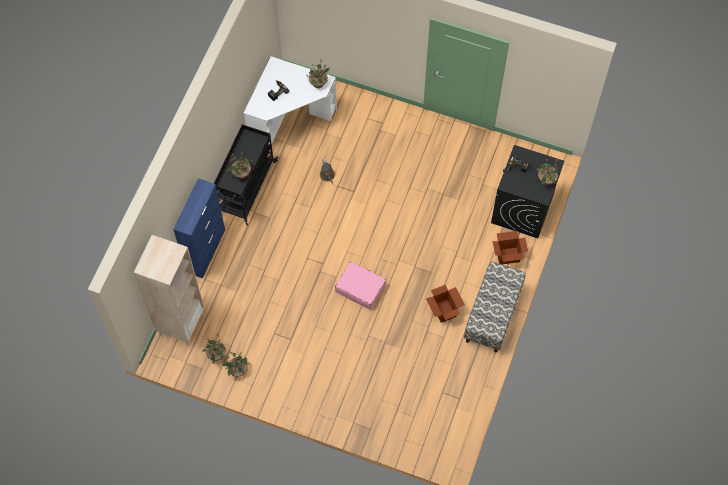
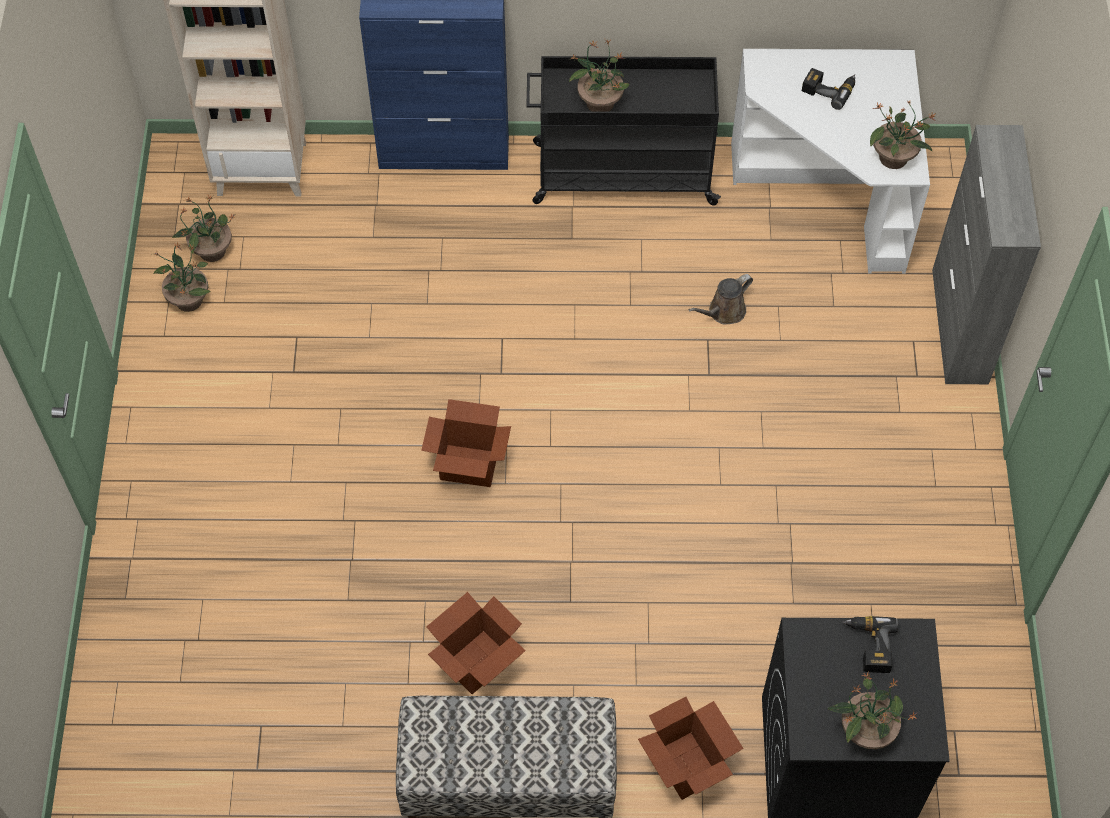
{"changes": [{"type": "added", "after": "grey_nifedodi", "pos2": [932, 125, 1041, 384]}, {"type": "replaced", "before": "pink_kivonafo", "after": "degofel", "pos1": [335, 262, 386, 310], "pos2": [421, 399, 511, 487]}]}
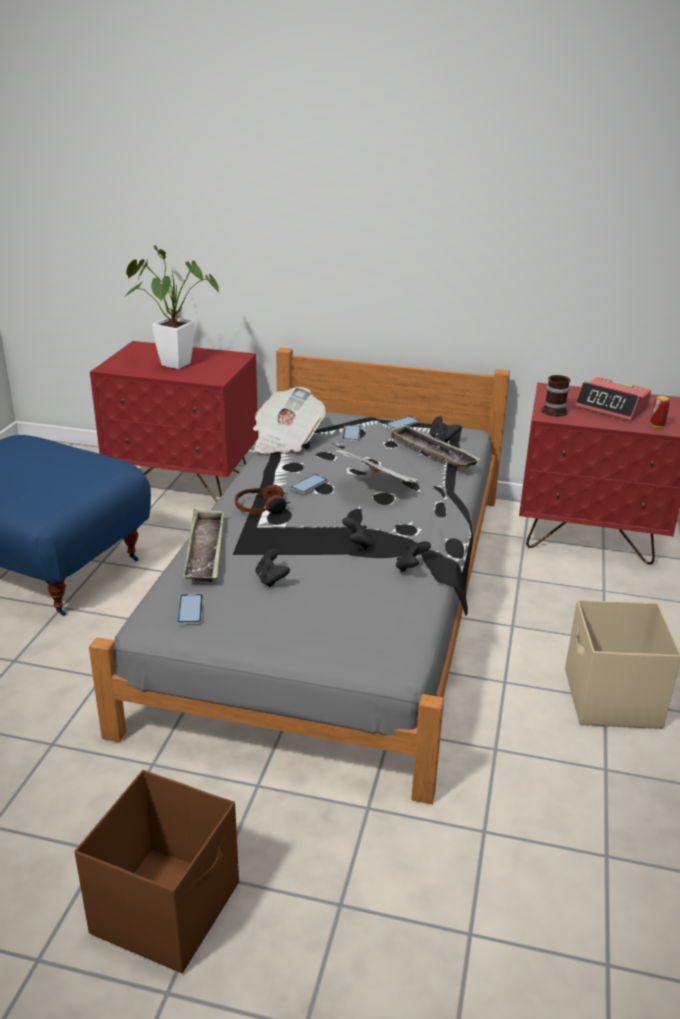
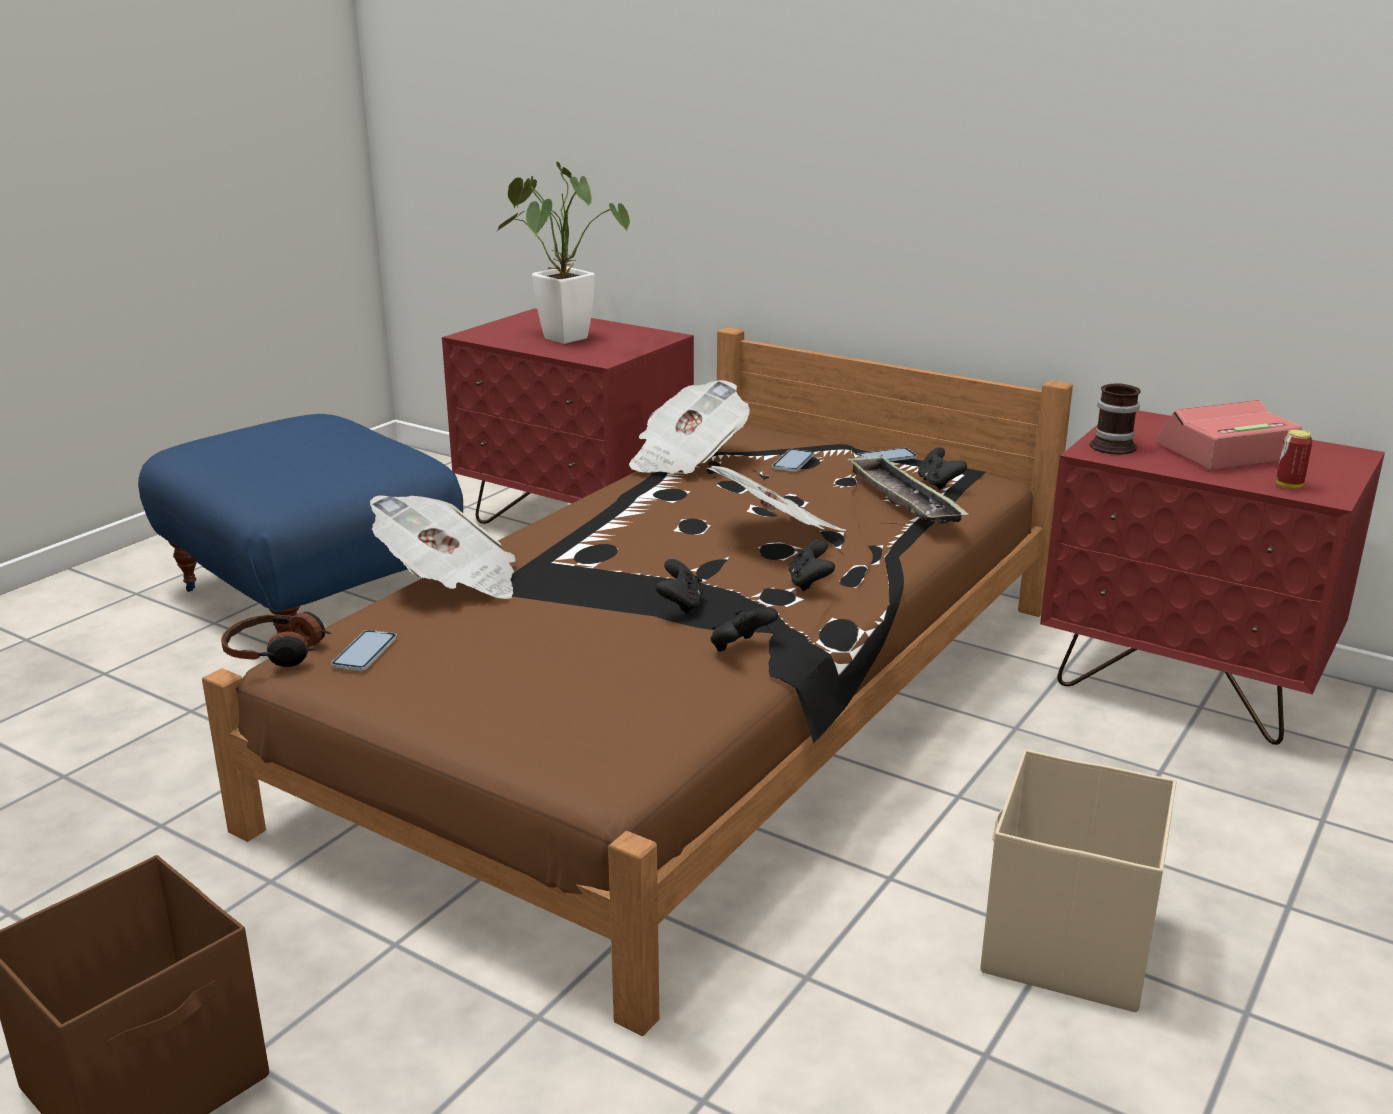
{"changes": [{"type": "removed", "before": "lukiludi", "pos1": [290, 474, 328, 494]}, {"type": "moved", "before": "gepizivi", "pos1": [235, 484, 291, 514], "pos2": [221, 612, 331, 667]}, {"type": "moved", "before": "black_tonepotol", "pos1": [256, 549, 290, 588], "pos2": [789, 539, 835, 591]}, {"type": "replaced", "before": "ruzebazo", "after": "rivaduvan", "pos1": [183, 509, 224, 582], "pos2": [370, 495, 516, 599]}, {"type": "recoloured", "before": "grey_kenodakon", "after": "brown_kenodakon", "pos1": [89, 347, 510, 804], "pos2": [202, 327, 1073, 1036]}, {"type": "turned", "before": "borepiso", "pos1": [575, 377, 651, 421], "pos2": [1156, 400, 1302, 470], "turn": 105}]}
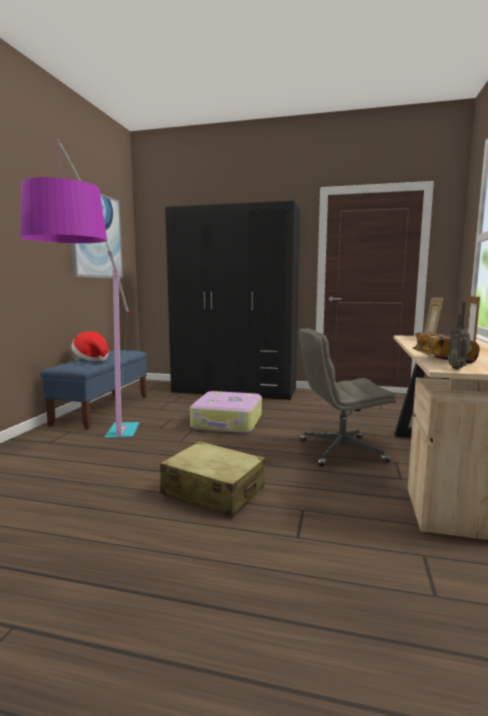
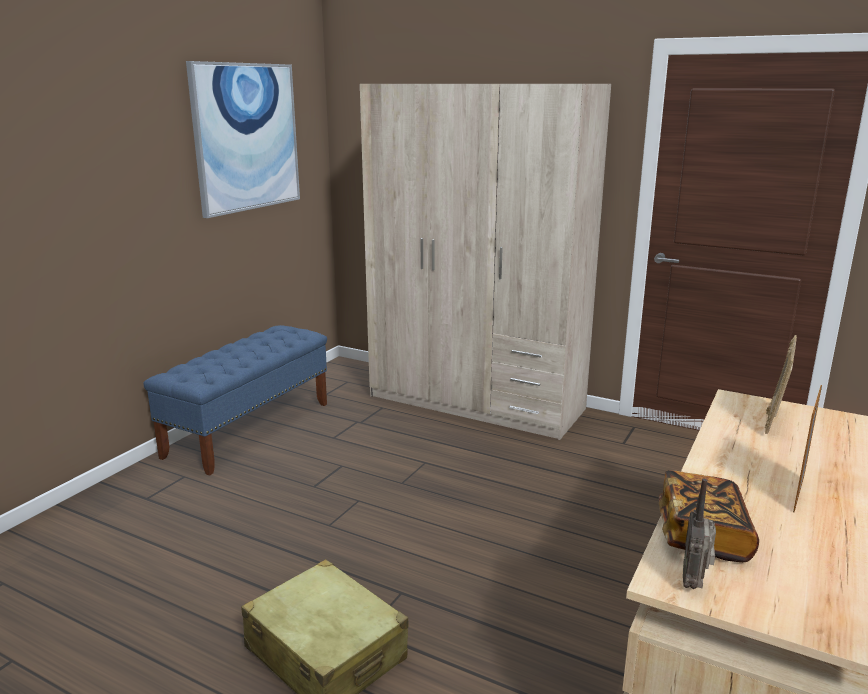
{"changes": [{"type": "removed", "before": "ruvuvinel", "pos1": [20, 139, 140, 438]}, {"type": "removed", "before": "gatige", "pos1": [71, 332, 109, 361]}, {"type": "removed", "before": "kivonafo", "pos1": [190, 391, 262, 433]}, {"type": "removed", "before": "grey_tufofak", "pos1": [299, 328, 396, 467]}, {"type": "recoloured", "before": "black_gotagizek", "after": "beige_gotagizek", "pos1": [165, 201, 300, 400], "pos2": [360, 84, 611, 440]}]}
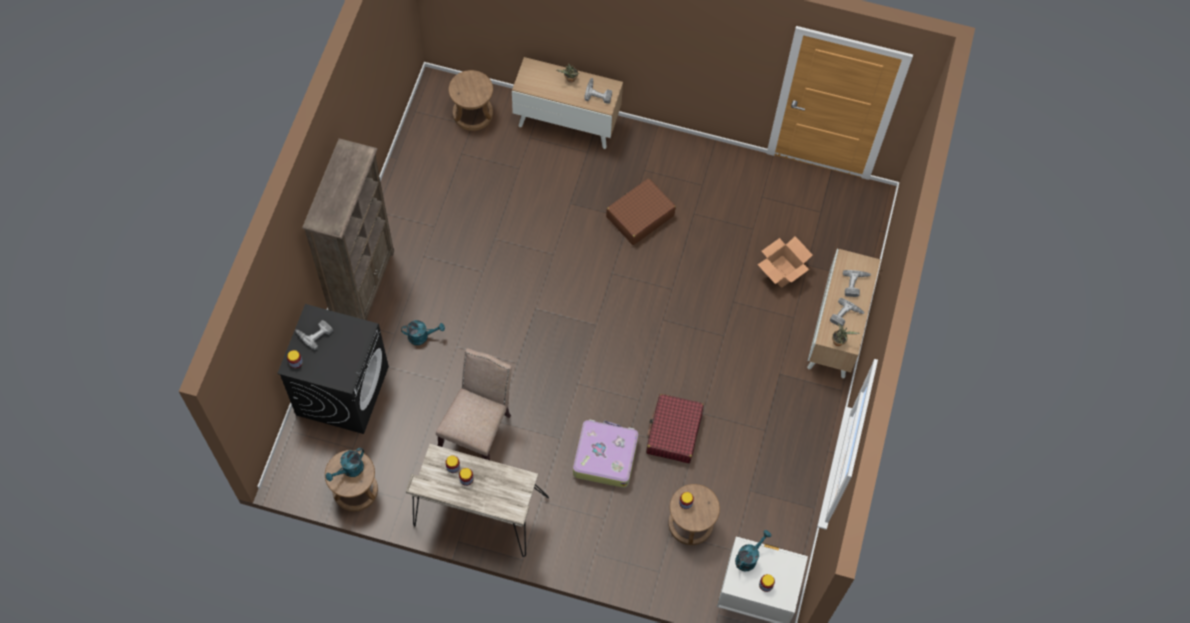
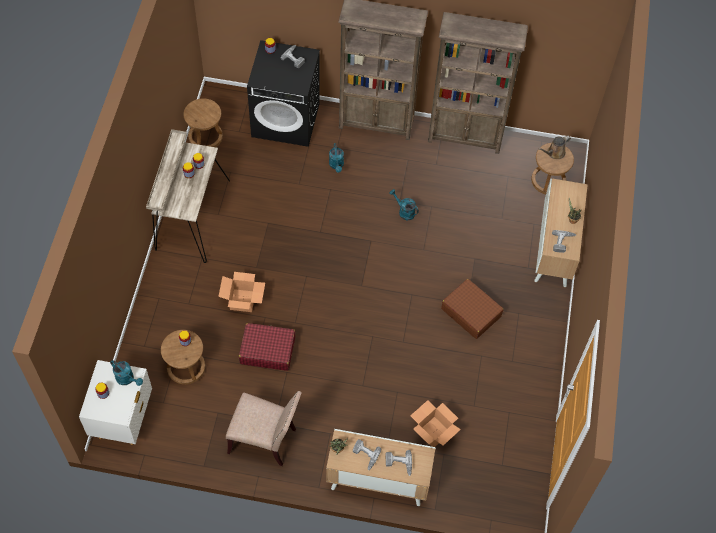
{"changes": [{"type": "added", "after": "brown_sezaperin", "pos2": [428, 12, 528, 154]}, {"type": "added", "after": "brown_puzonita", "pos2": [539, 136, 571, 159]}, {"type": "moved", "before": "turquoise_puzonita", "pos1": [326, 448, 364, 481], "pos2": [389, 189, 419, 220]}, {"type": "moved", "before": "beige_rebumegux", "pos1": [436, 348, 512, 460], "pos2": [226, 391, 302, 466]}, {"type": "replaced", "before": "kivonafo", "after": "degofel", "pos1": [573, 419, 639, 488], "pos2": [218, 272, 265, 312]}]}
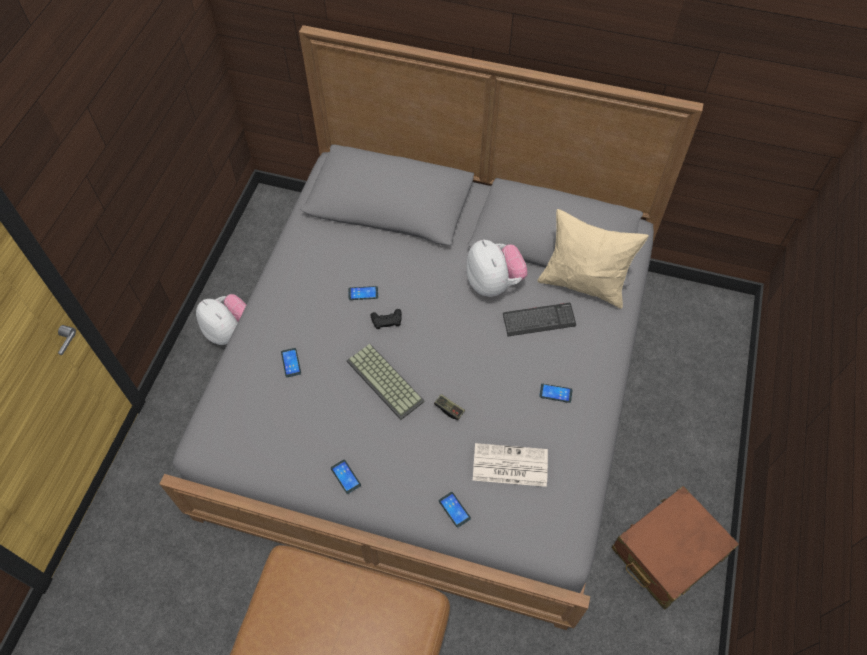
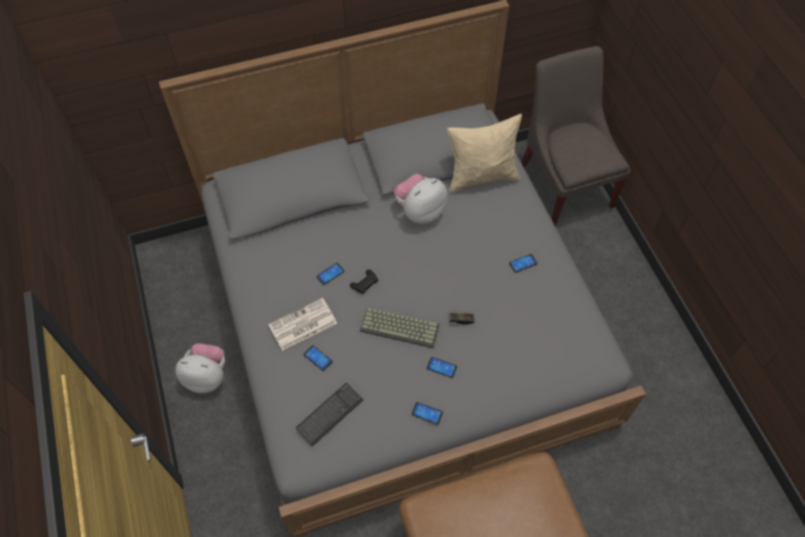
{"changes": [{"type": "removed", "before": "brown_kivonafo", "pos1": [612, 486, 739, 609]}, {"type": "added", "after": "grey_rebumegux", "pos2": [521, 46, 631, 226]}, {"type": "moved", "before": "lukiludi", "pos1": [439, 492, 471, 528], "pos2": [427, 357, 457, 378]}, {"type": "moved", "before": "rivaduvan", "pos1": [473, 443, 548, 487], "pos2": [268, 298, 337, 351]}, {"type": "moved", "before": "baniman", "pos1": [503, 303, 576, 336], "pos2": [296, 383, 363, 447]}, {"type": "turned", "before": "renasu", "pos1": [467, 239, 527, 297], "pos2": [394, 174, 448, 224], "turn": -75}]}
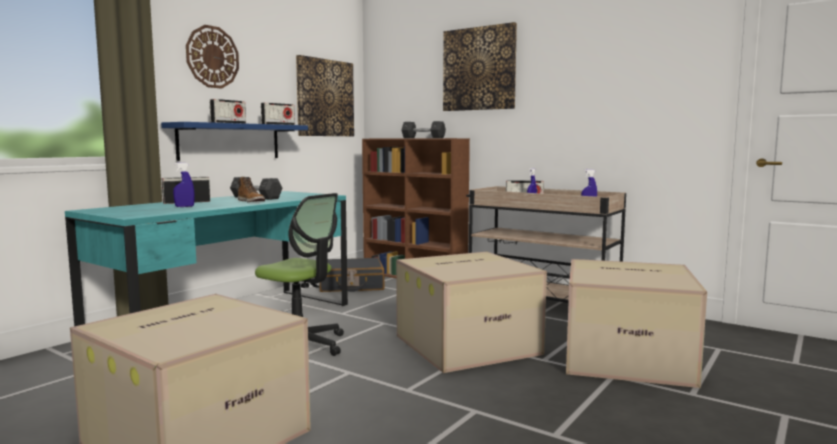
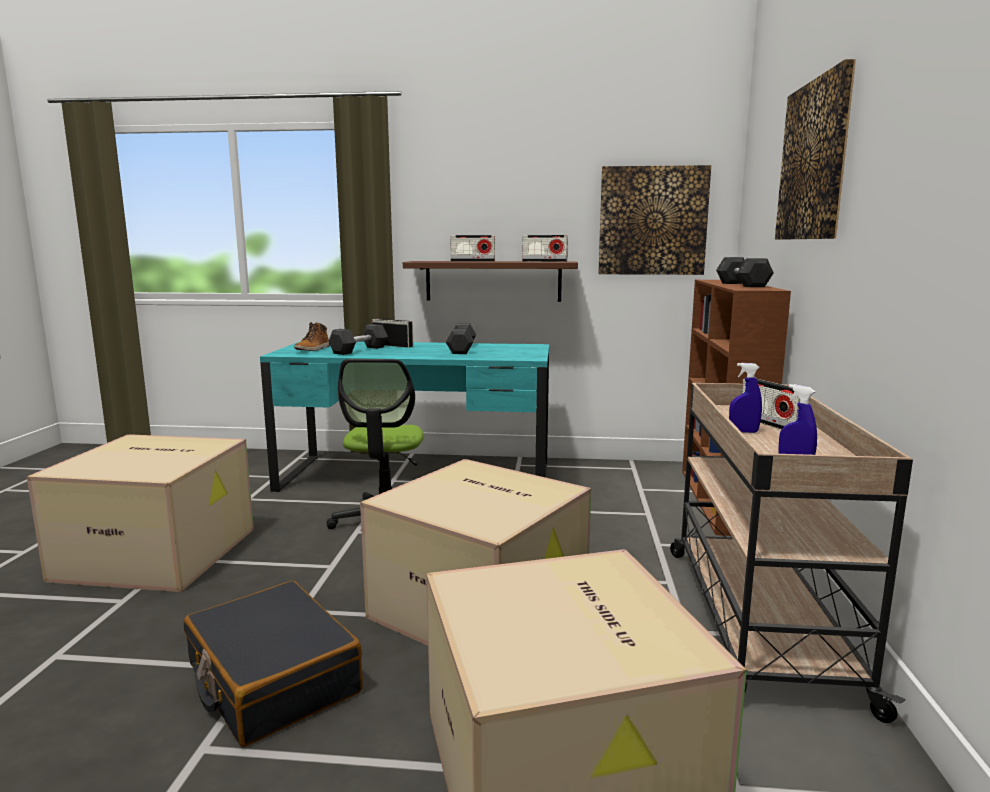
{"changes": [{"type": "removed", "before": "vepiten", "pos1": [186, 25, 239, 89]}, {"type": "moved", "before": "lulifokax", "pos1": [238, 177, 265, 202], "pos2": [294, 322, 330, 351]}, {"type": "moved", "before": "black_kivonafo", "pos1": [319, 258, 384, 292], "pos2": [184, 581, 363, 747]}, {"type": "replaced", "before": "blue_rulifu", "after": "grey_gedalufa", "pos1": [173, 163, 195, 207], "pos2": [328, 324, 388, 355]}, {"type": "recoloured", "before": "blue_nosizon", "after": "brown_nosizon", "pos1": [161, 122, 308, 161], "pos2": [403, 261, 578, 302]}]}
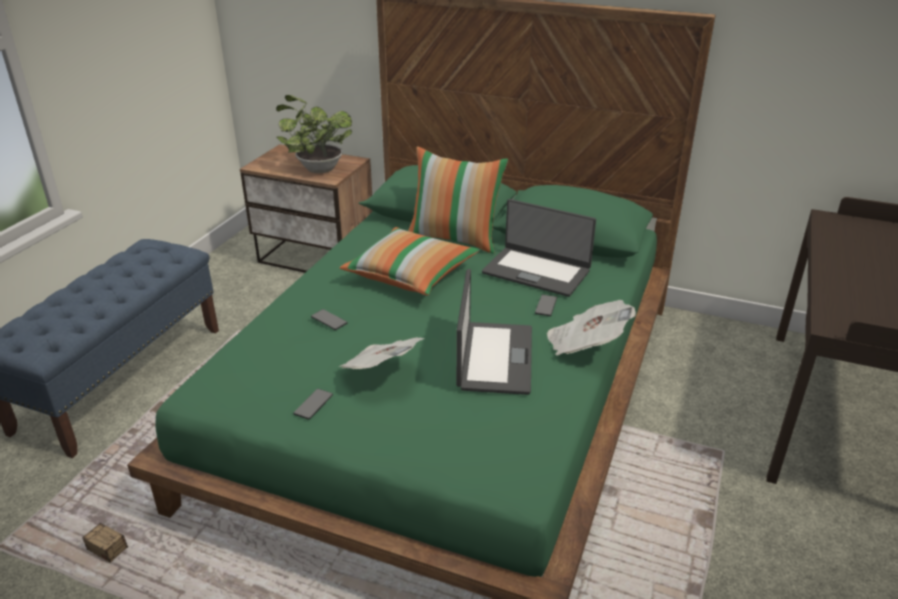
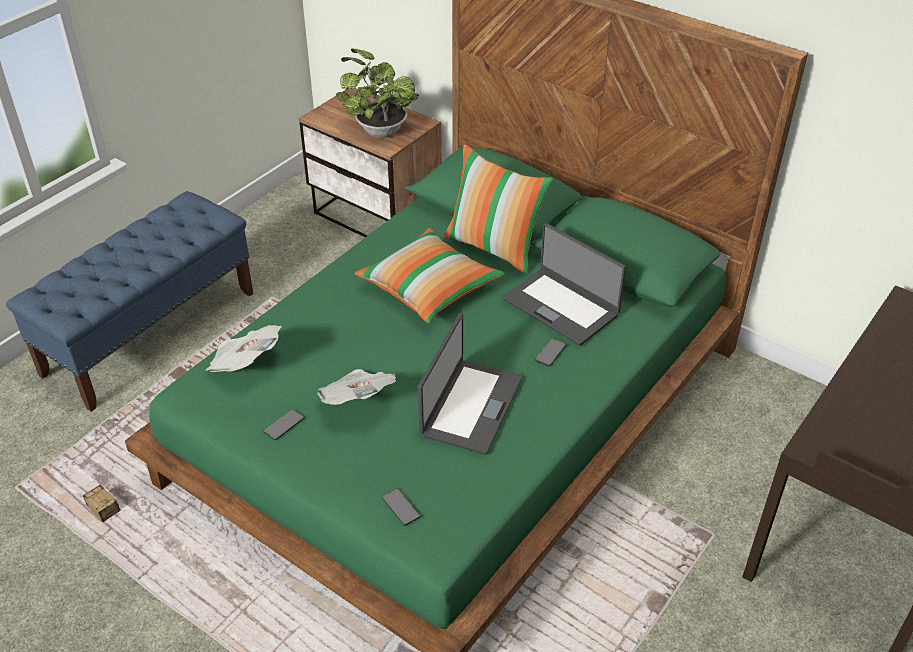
{"changes": [{"type": "moved", "before": "lukiludi", "pos1": [311, 309, 347, 330], "pos2": [382, 488, 420, 526]}, {"type": "moved", "before": "rivaduvan", "pos1": [547, 300, 636, 355], "pos2": [205, 325, 282, 372]}]}
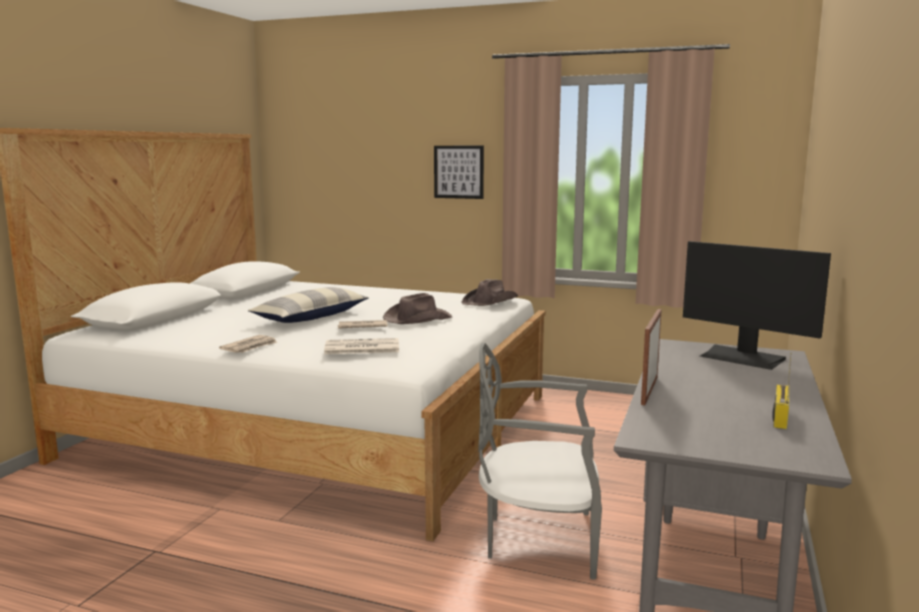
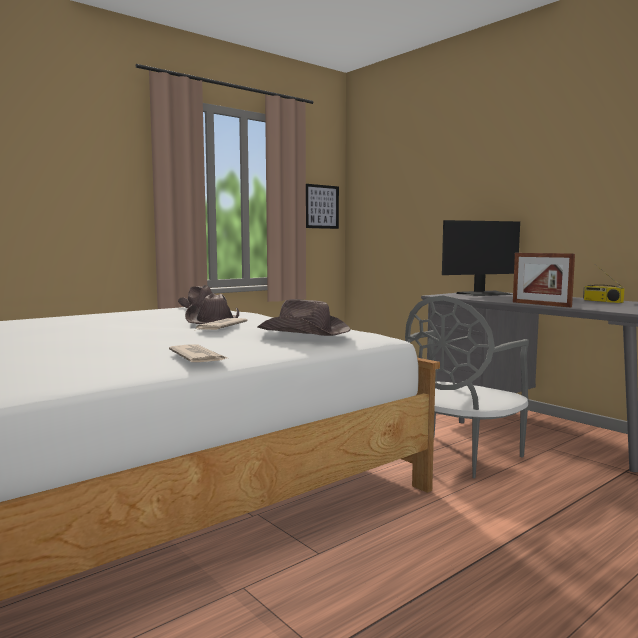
{"changes": [{"type": "removed", "before": "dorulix", "pos1": [248, 287, 369, 323]}, {"type": "moved", "before": "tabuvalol", "pos1": [434, 146, 484, 199], "pos2": [306, 184, 339, 229]}, {"type": "replaced", "before": "rivaduvan", "after": "brown_gatige", "pos1": [324, 338, 399, 354], "pos2": [258, 299, 350, 336]}]}
